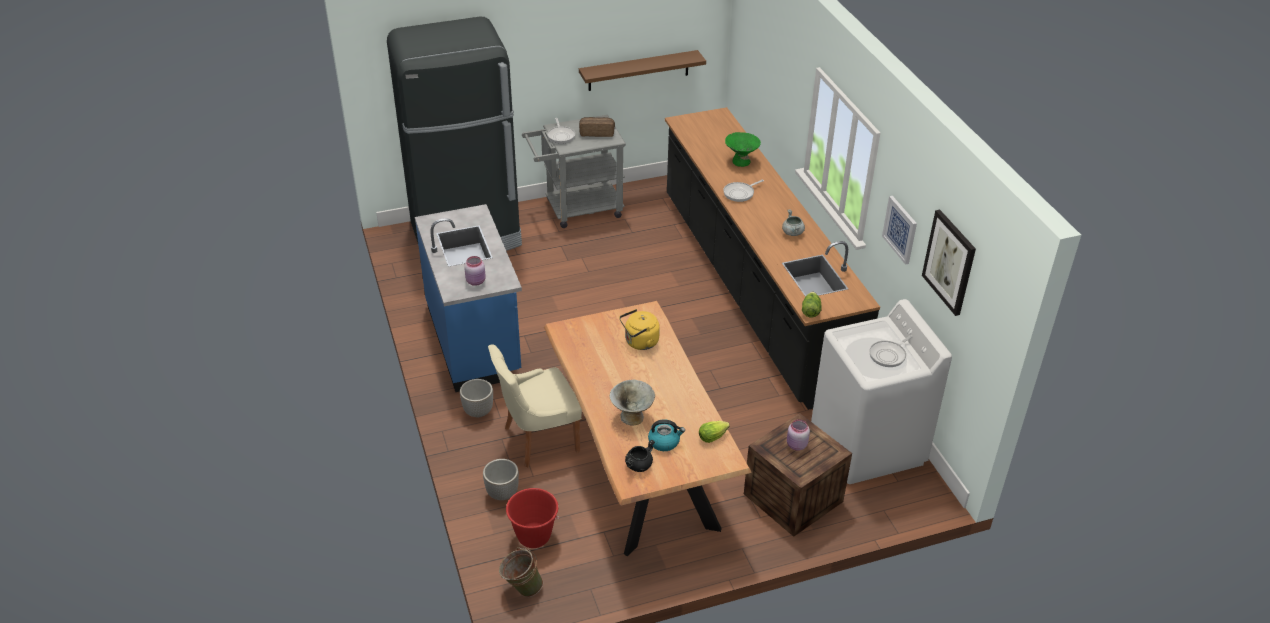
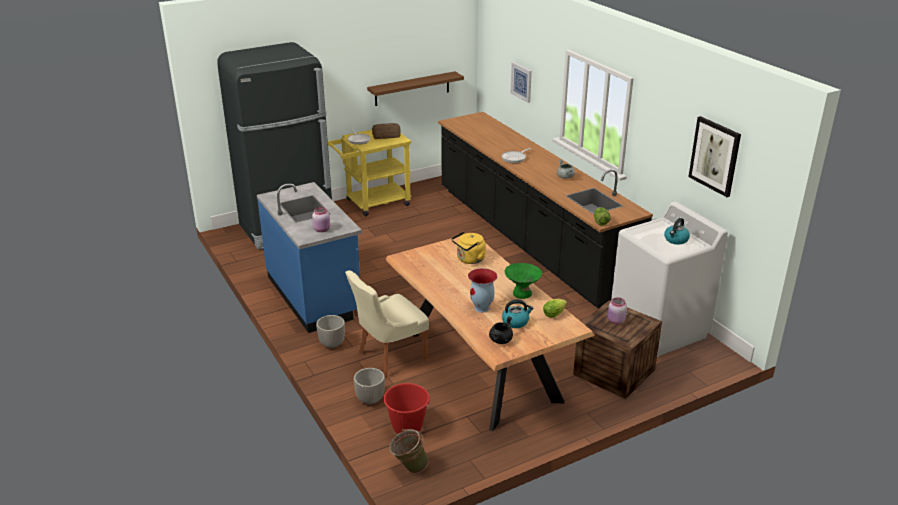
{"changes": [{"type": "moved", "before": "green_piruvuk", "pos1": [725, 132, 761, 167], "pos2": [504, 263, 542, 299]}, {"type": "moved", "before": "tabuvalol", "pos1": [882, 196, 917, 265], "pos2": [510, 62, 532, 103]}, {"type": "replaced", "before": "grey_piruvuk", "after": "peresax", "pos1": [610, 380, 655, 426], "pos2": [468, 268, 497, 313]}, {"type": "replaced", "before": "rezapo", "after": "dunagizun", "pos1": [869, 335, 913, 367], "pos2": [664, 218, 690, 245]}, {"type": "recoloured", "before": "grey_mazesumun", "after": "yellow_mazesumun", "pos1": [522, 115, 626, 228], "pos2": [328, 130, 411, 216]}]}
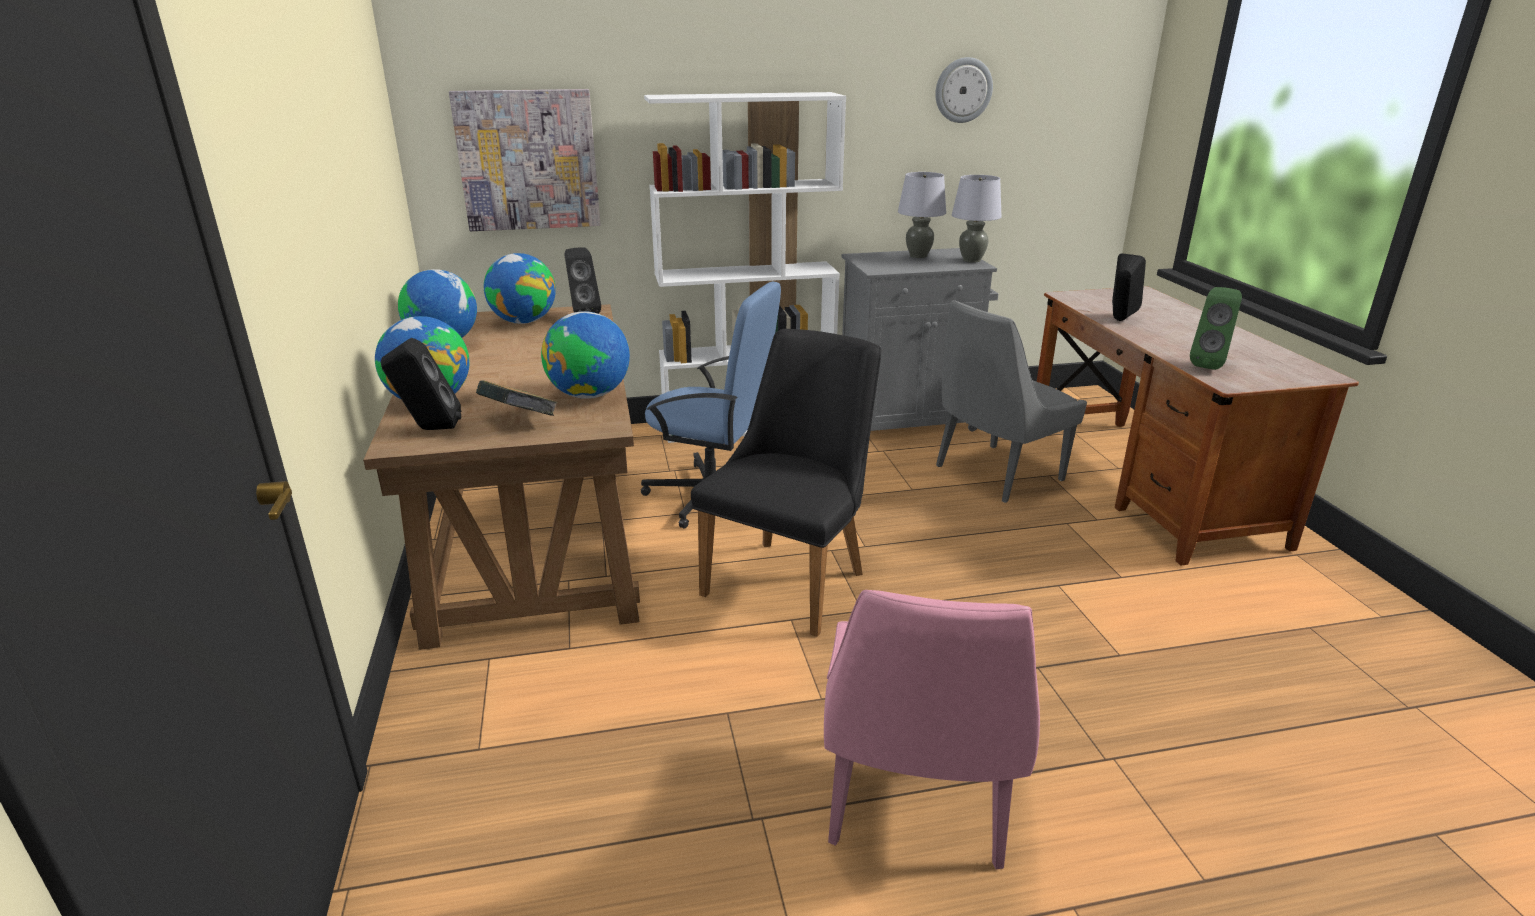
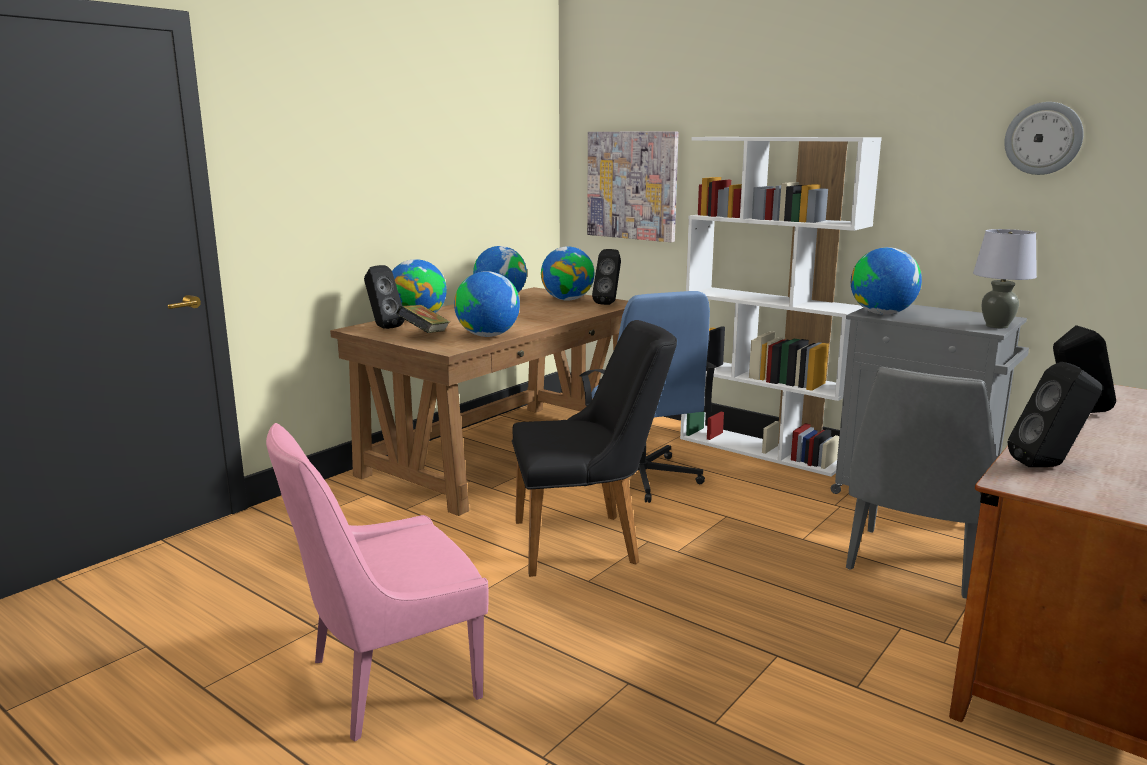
{"changes": [{"type": "removed", "before": "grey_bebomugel", "pos1": [898, 172, 946, 258]}, {"type": "added", "after": "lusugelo", "pos2": [851, 247, 922, 315]}, {"type": "recoloured", "before": "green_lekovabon", "after": "black_lekovabon", "pos1": [1190, 287, 1242, 370], "pos2": [1008, 362, 1102, 467]}, {"type": "turned", "before": "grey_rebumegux", "pos1": [936, 300, 1087, 503], "pos2": [846, 367, 997, 599], "turn": -75}]}
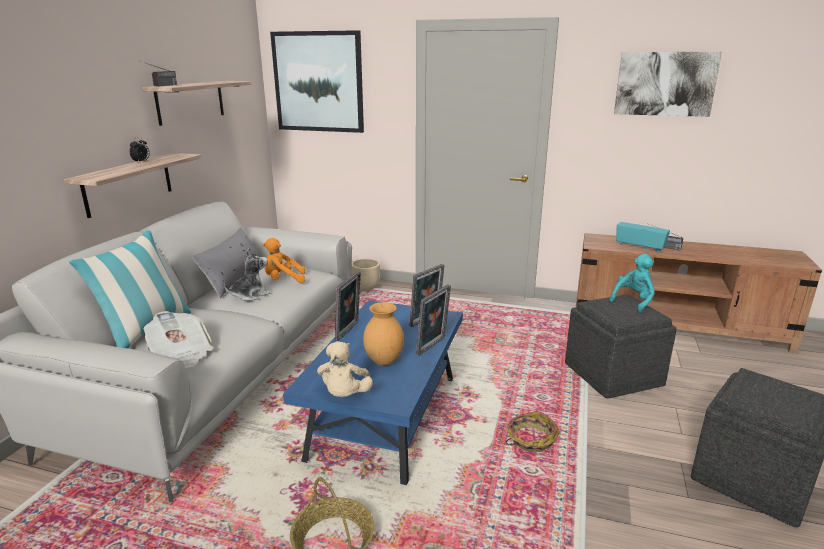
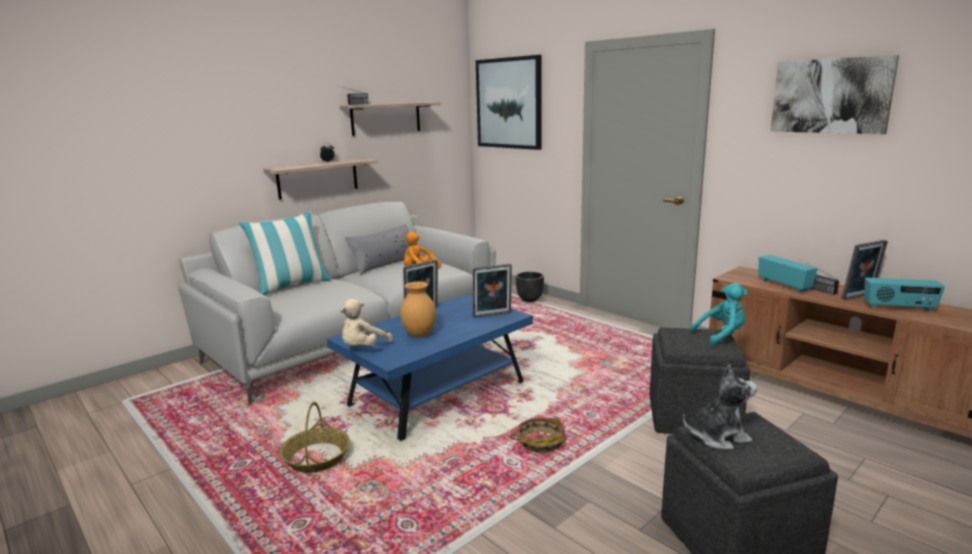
{"changes": [{"type": "removed", "before": "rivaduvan", "pos1": [144, 311, 213, 368]}, {"type": "added", "after": "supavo", "pos2": [864, 277, 945, 312]}, {"type": "moved", "before": "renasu", "pos1": [224, 248, 270, 301], "pos2": [683, 364, 757, 450]}, {"type": "moved", "before": "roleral", "pos1": [416, 284, 451, 356], "pos2": [841, 240, 888, 300]}, {"type": "recoloured", "before": "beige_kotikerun", "after": "black_kotikerun", "pos1": [351, 258, 380, 291], "pos2": [516, 272, 544, 302]}]}
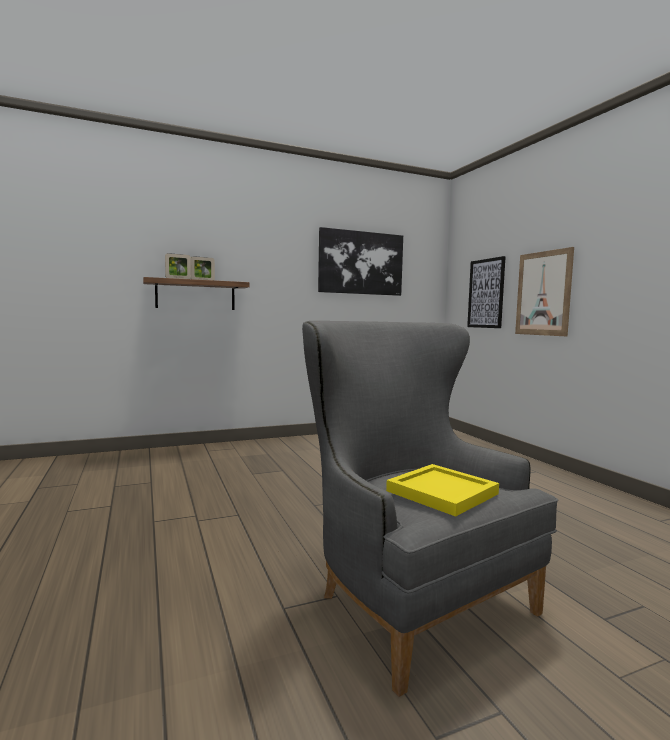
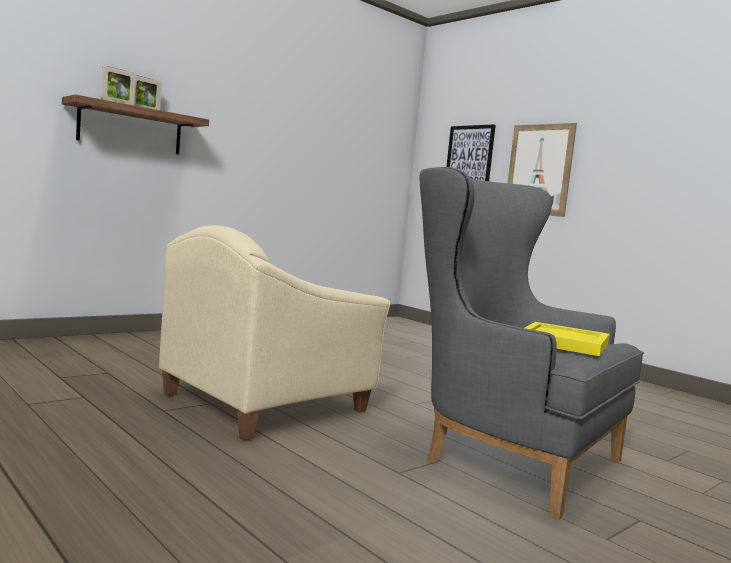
{"changes": [{"type": "removed", "before": "tabuvalol", "pos1": [318, 227, 403, 296]}, {"type": "added", "after": "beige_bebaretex", "pos2": [159, 225, 390, 440]}]}
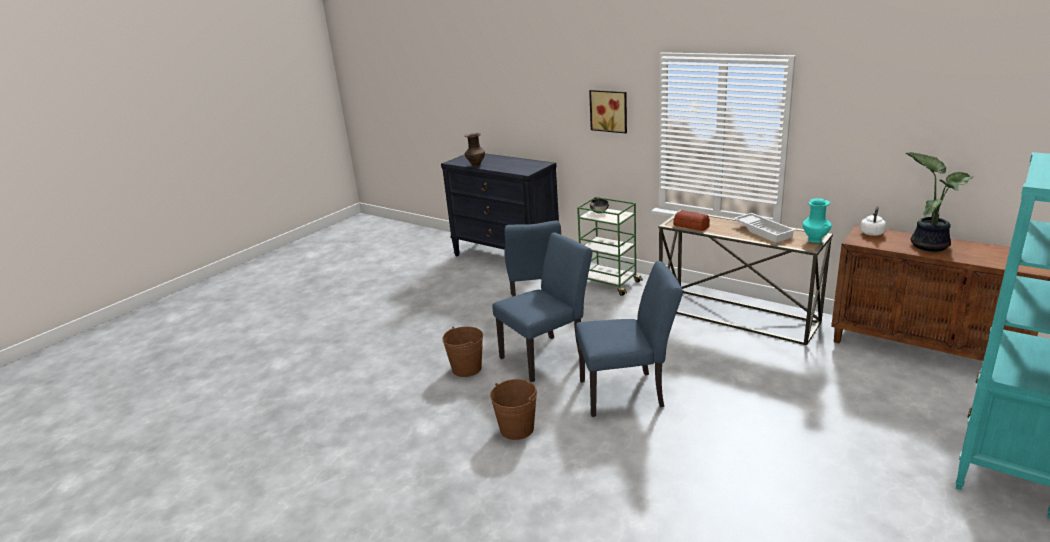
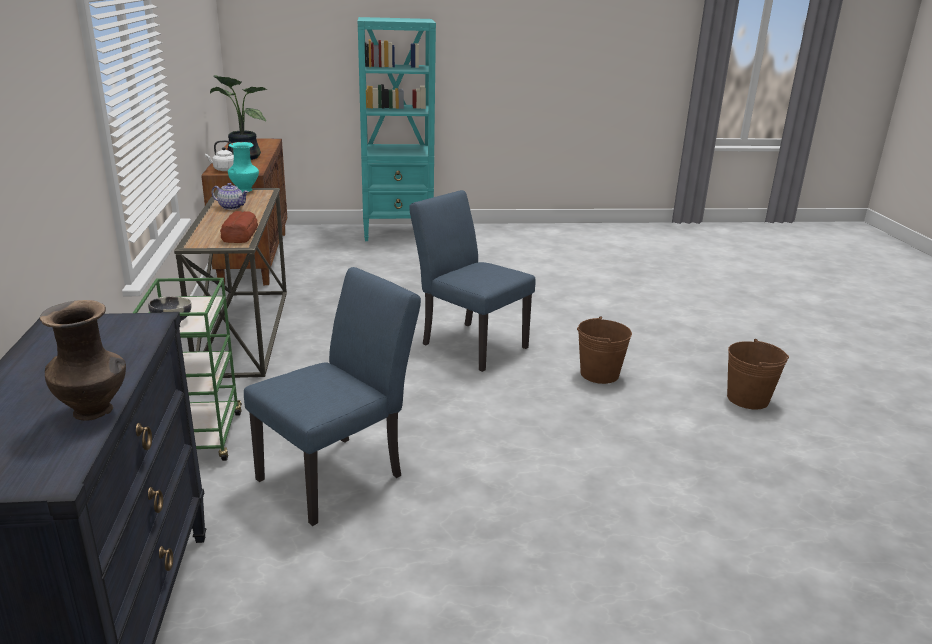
{"changes": [{"type": "removed", "before": "blue_rebumegux", "pos1": [493, 232, 592, 382]}, {"type": "removed", "before": "tabuvalol", "pos1": [589, 90, 627, 134]}, {"type": "moved", "before": "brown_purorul", "pos1": [442, 327, 483, 377], "pos2": [727, 339, 789, 409]}, {"type": "replaced", "before": "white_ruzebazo", "after": "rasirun", "pos1": [733, 213, 795, 243], "pos2": [212, 183, 248, 210]}]}
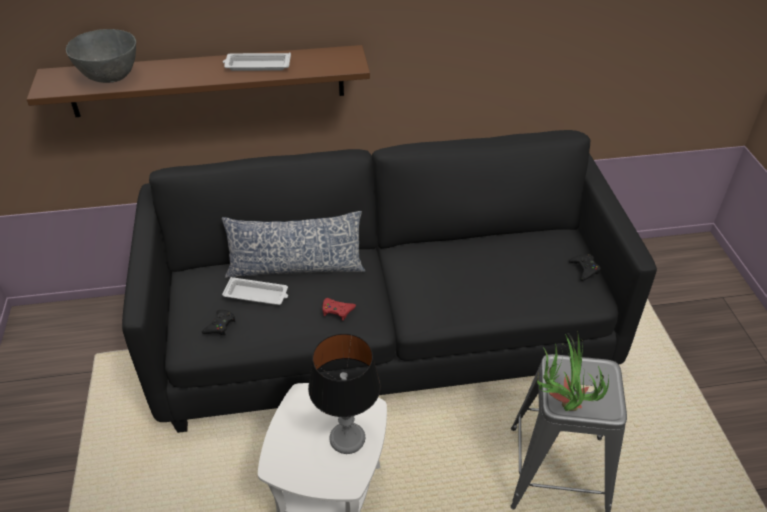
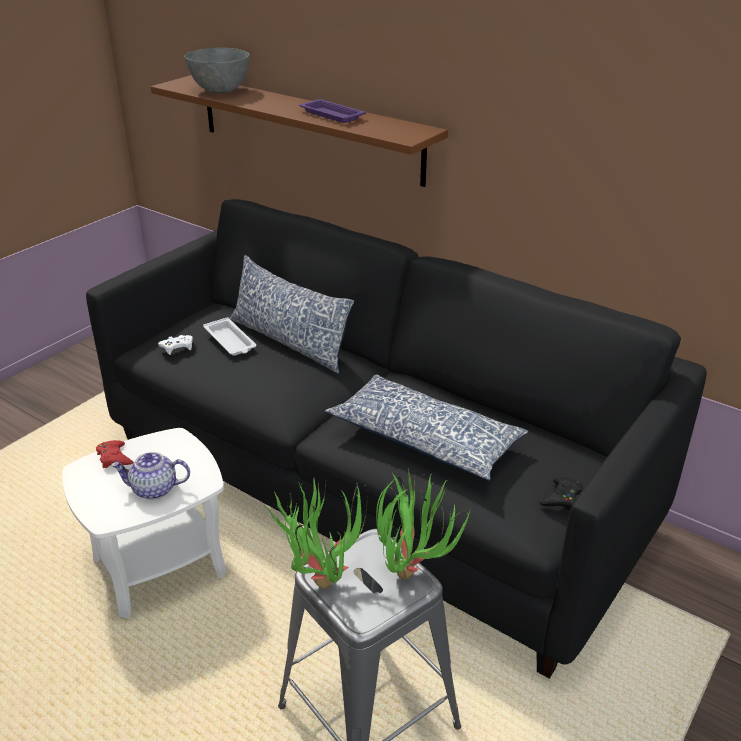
{"changes": [{"type": "added", "after": "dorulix", "pos2": [325, 374, 528, 481]}, {"type": "added", "after": "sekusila", "pos2": [376, 468, 470, 579]}, {"type": "moved", "before": "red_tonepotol", "pos1": [322, 298, 356, 320], "pos2": [96, 440, 134, 468]}, {"type": "replaced", "before": "bebomugel", "after": "rasirun", "pos1": [308, 334, 380, 454], "pos2": [111, 452, 190, 500]}, {"type": "recoloured", "before": "black_tonepotol", "after": "white_tonepotol", "pos1": [202, 310, 235, 336], "pos2": [158, 335, 193, 355]}, {"type": "recoloured", "before": "white_ruzebazo", "after": "purple_ruzebazo", "pos1": [223, 52, 291, 71], "pos2": [299, 99, 366, 123]}]}
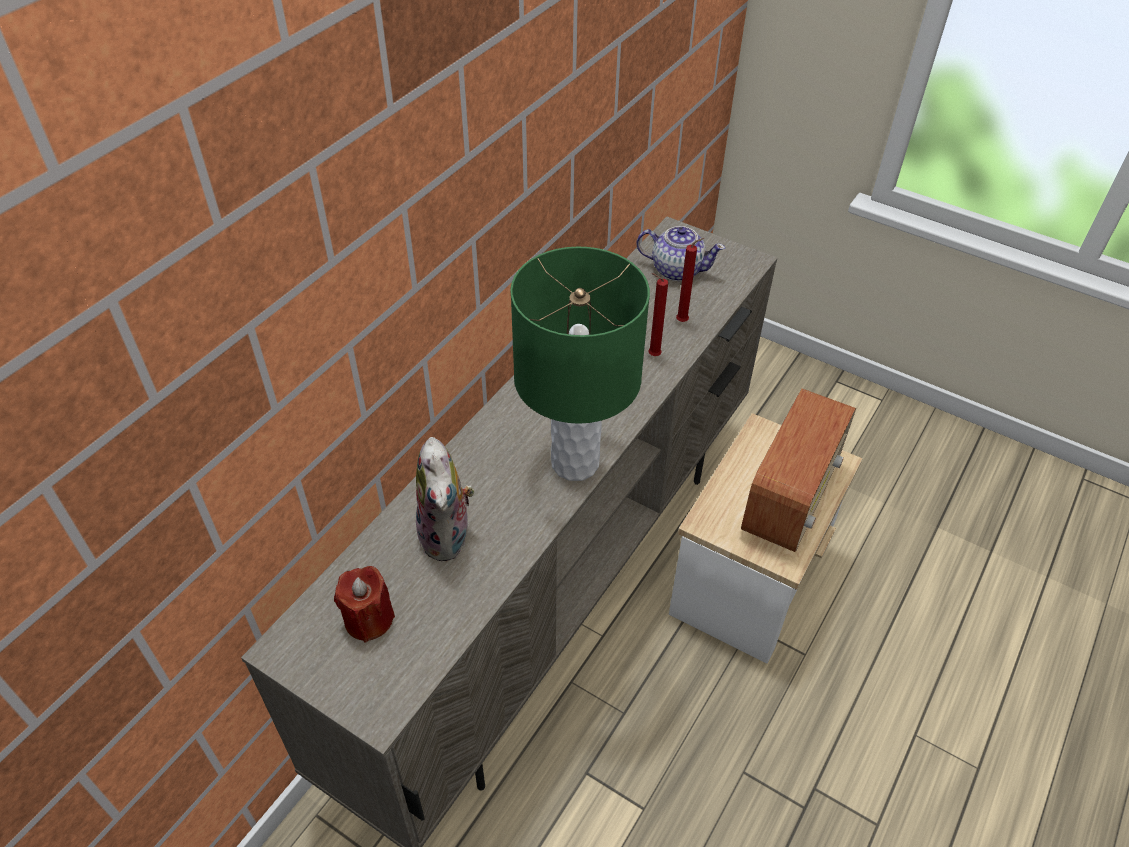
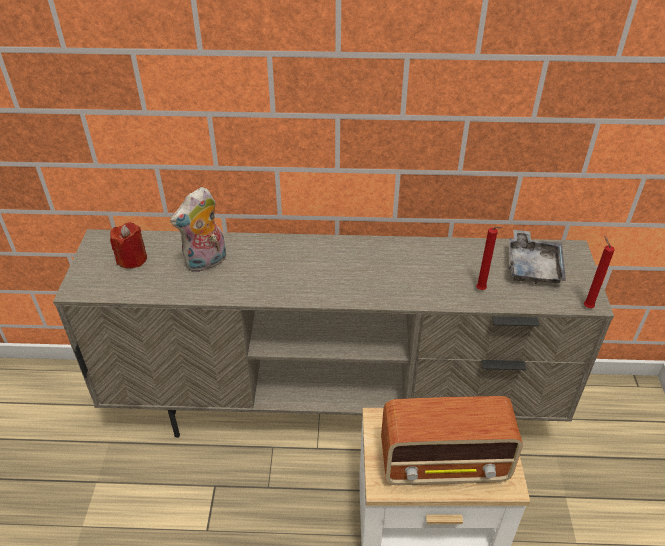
{"changes": [{"type": "removed", "before": "green_bebomugel", "pos1": [510, 247, 650, 481]}, {"type": "moved", "before": "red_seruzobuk", "pos1": [648, 273, 668, 356], "pos2": [584, 236, 615, 308]}, {"type": "replaced", "before": "rasirun", "after": "grey_ruzebazo", "pos1": [636, 226, 725, 281], "pos2": [508, 230, 566, 284]}]}
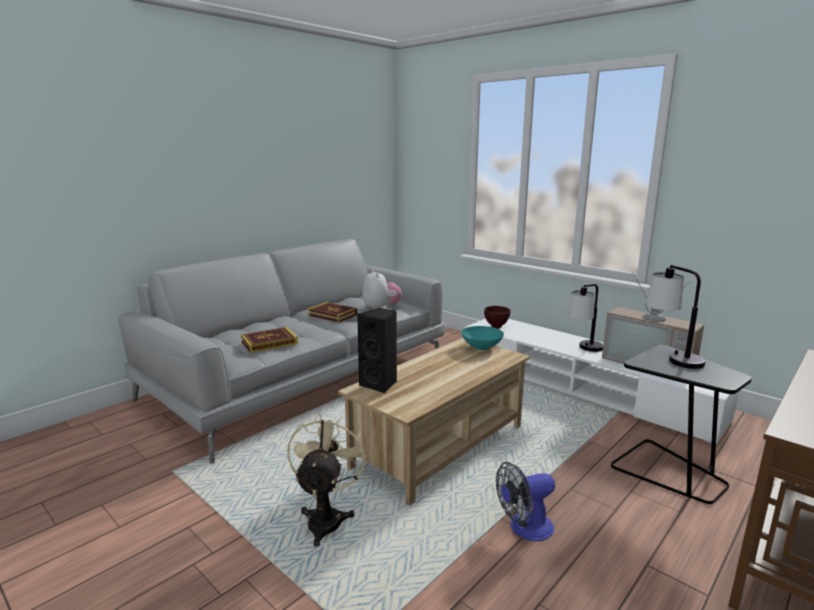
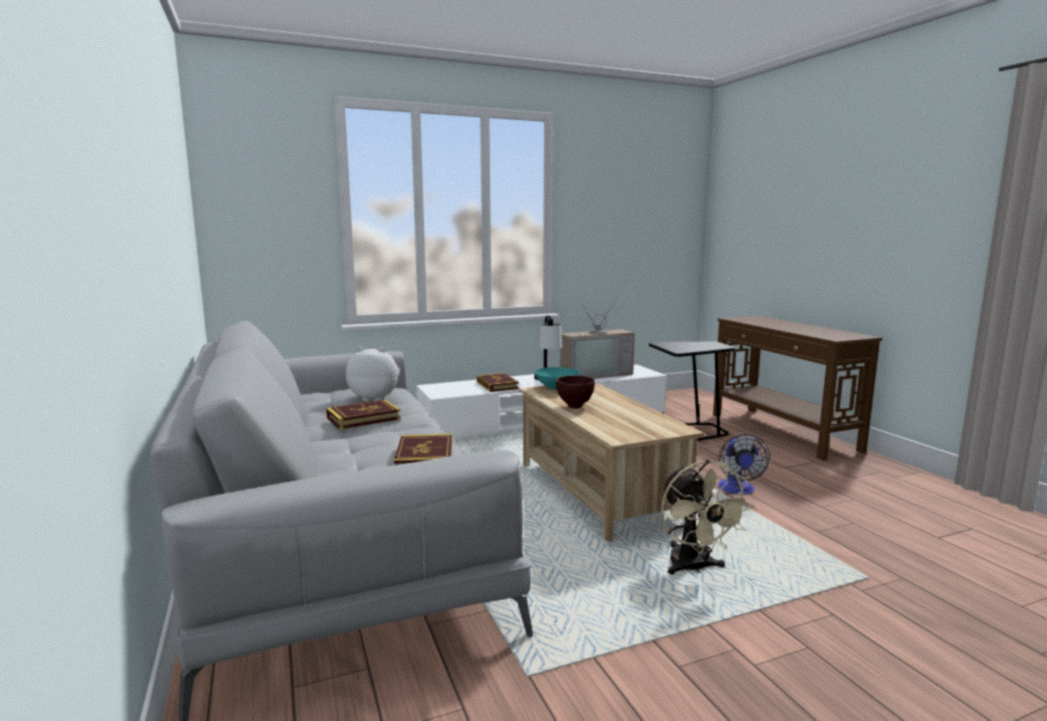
{"changes": [{"type": "removed", "before": "black_lekovabon", "pos1": [357, 308, 397, 393]}, {"type": "removed", "before": "bebomugel", "pos1": [646, 265, 706, 369]}, {"type": "added", "after": "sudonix", "pos2": [477, 373, 519, 392]}, {"type": "moved", "before": "brown_piruvuk", "pos1": [484, 306, 510, 329], "pos2": [556, 375, 595, 409]}, {"type": "turned", "before": "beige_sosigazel", "pos1": [287, 414, 367, 547], "pos2": [661, 460, 754, 575], "turn": -135}]}
